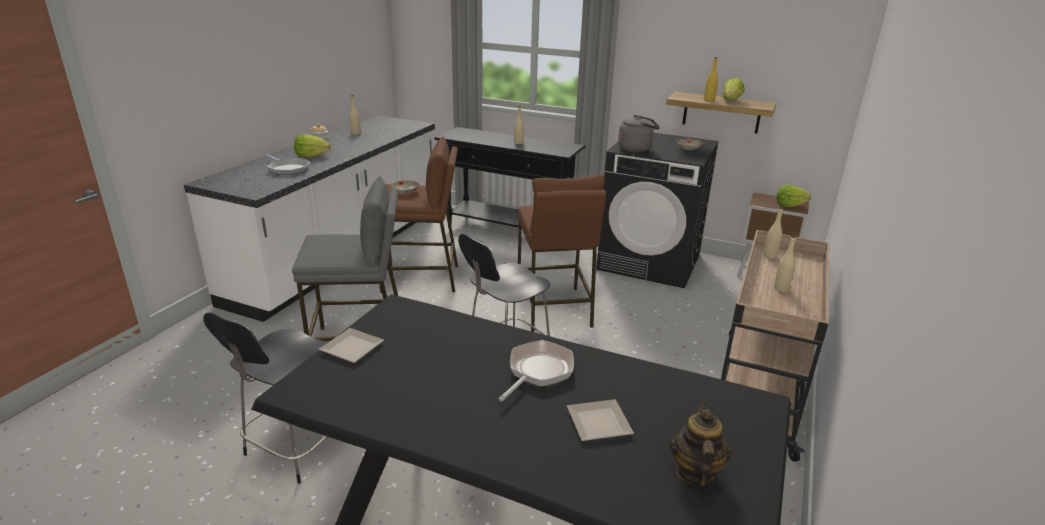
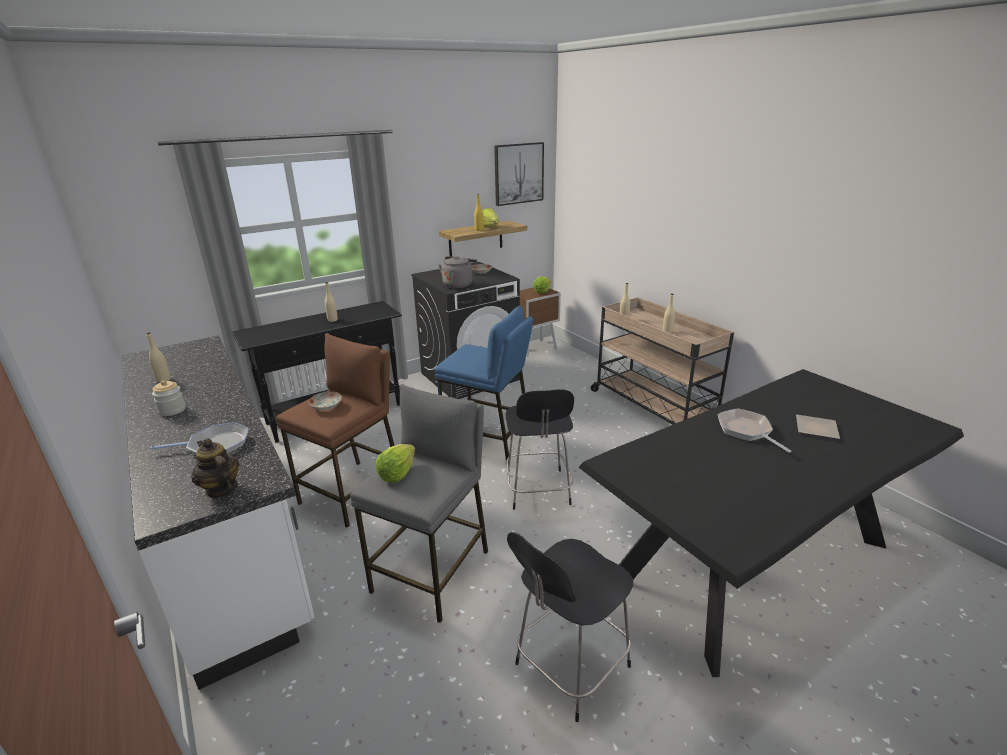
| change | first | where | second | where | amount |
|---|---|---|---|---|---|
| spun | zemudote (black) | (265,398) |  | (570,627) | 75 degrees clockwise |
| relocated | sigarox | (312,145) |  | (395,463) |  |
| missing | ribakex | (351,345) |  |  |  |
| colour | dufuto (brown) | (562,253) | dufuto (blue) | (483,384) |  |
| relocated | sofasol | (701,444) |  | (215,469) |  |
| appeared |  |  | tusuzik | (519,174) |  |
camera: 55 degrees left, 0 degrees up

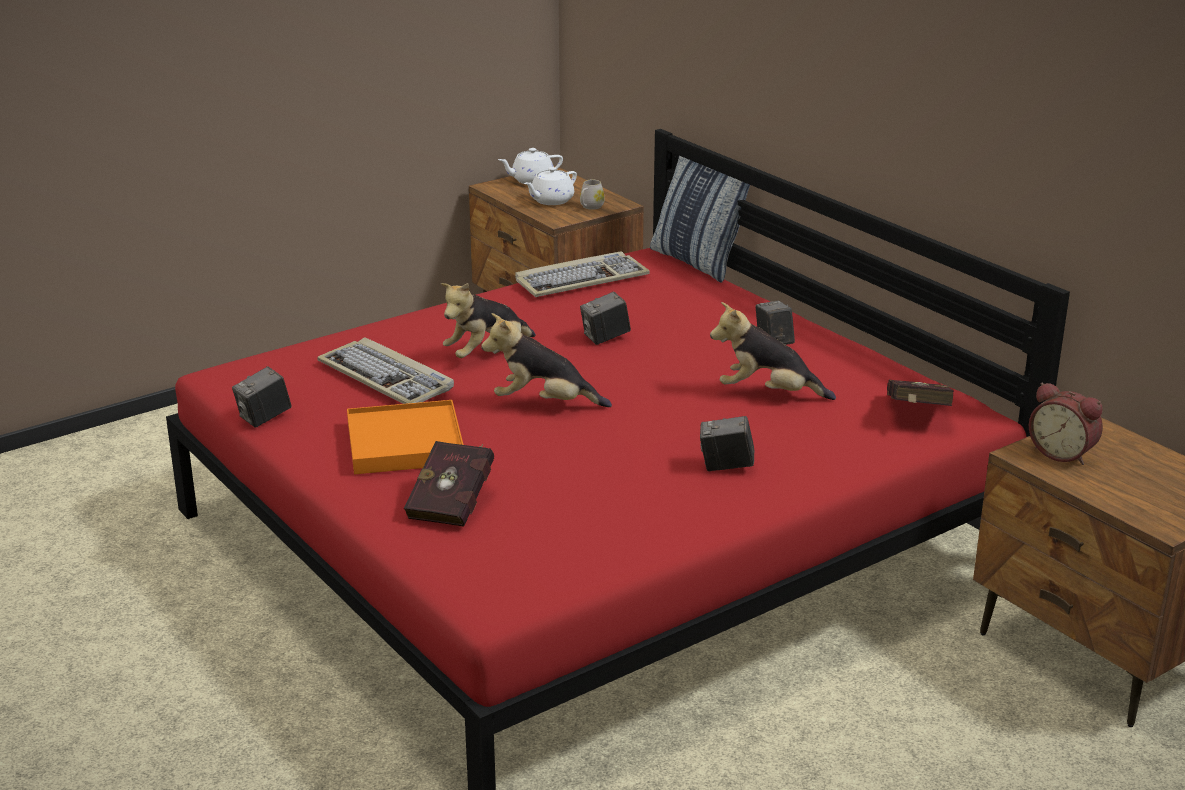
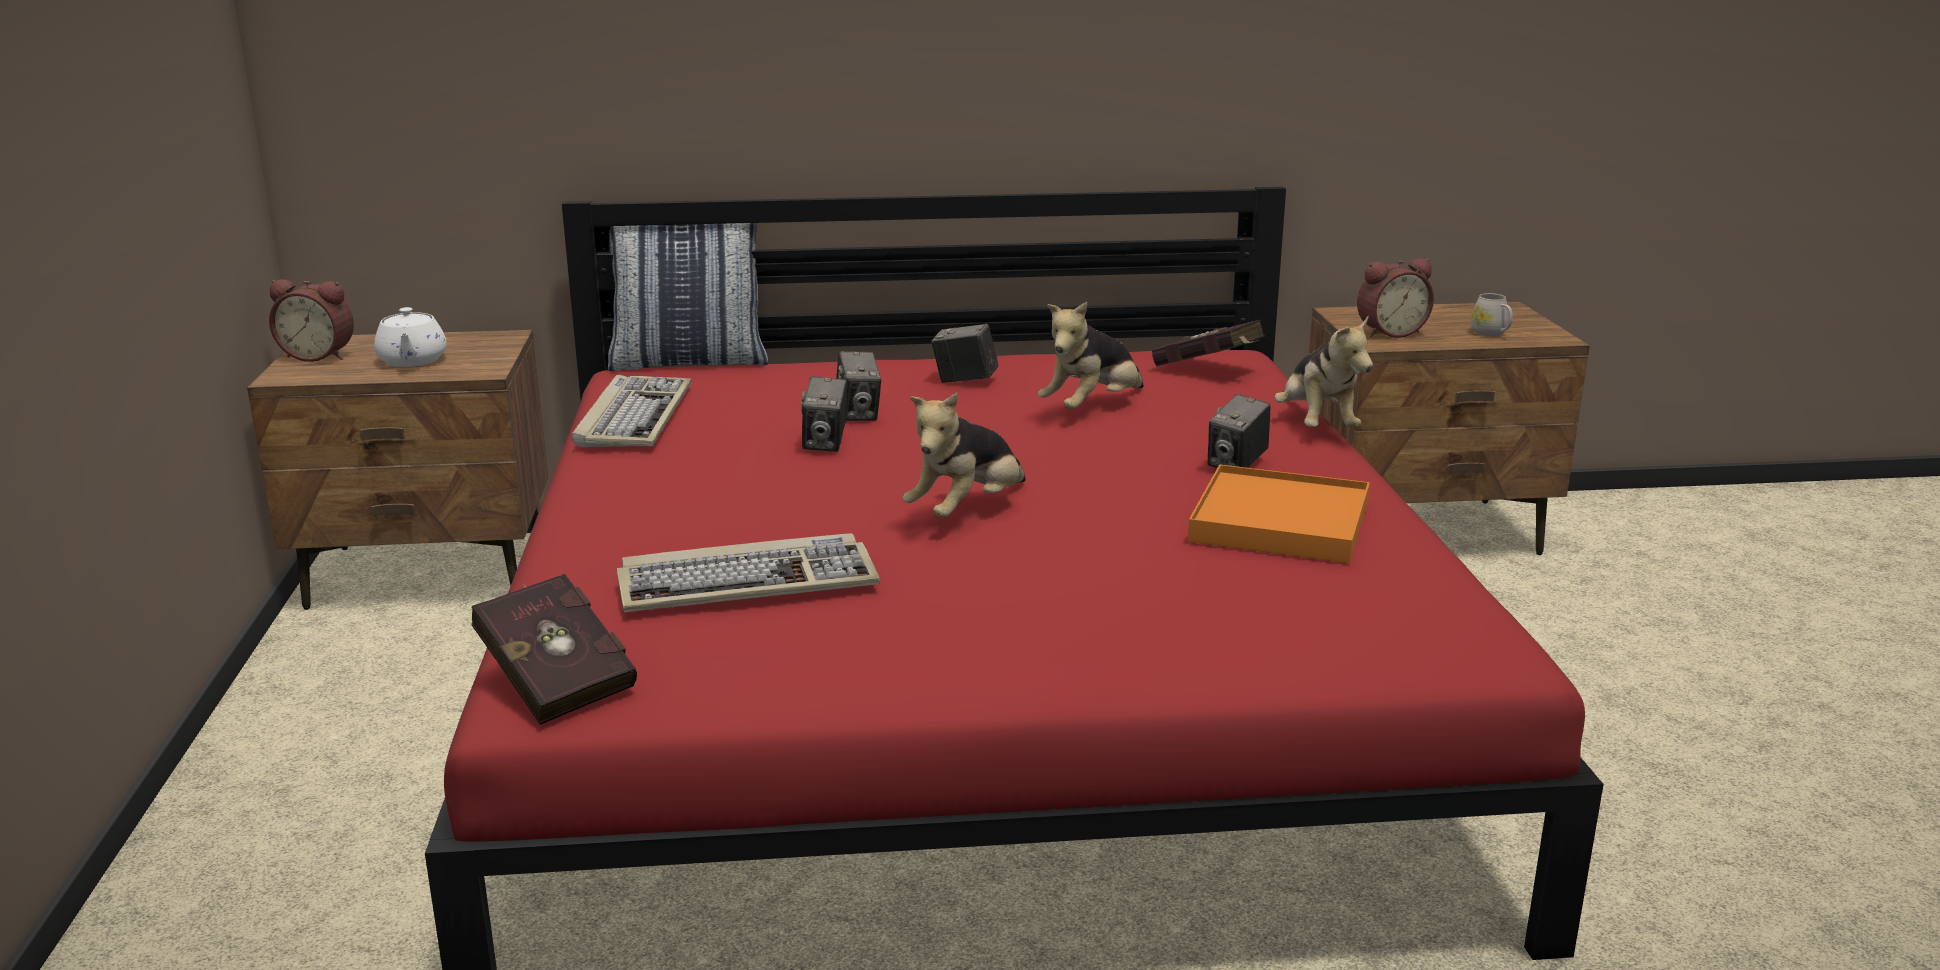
| change | first | where | second | where | amount |
|---|---|---|---|---|---|
| relocated | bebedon | (262,397) |  | (858,386) |  |
| relocated | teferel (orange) | (405,437) |  | (1279,514) |  |
| relocated | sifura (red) | (449,484) |  | (554,649) |  |
| relocated | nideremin | (488,320) |  | (1324,372) |  |
| exchanged | sofasol (white) | (530,166) | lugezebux | (311,320) |  |
| relocated | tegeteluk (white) | (592,195) |  | (1492,314) |  |
camera: 60 degrees left, 5 degrees down

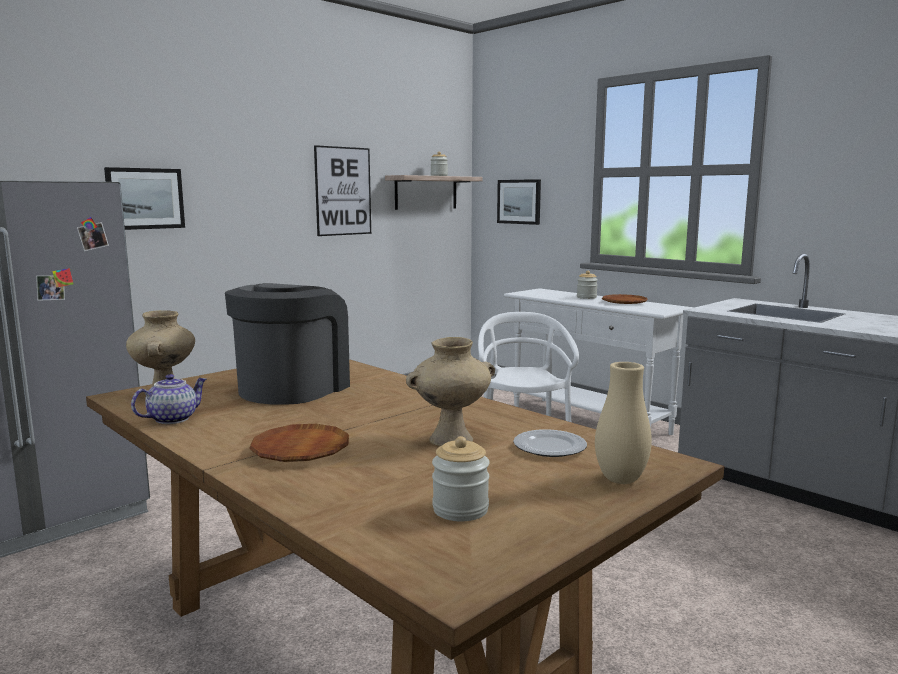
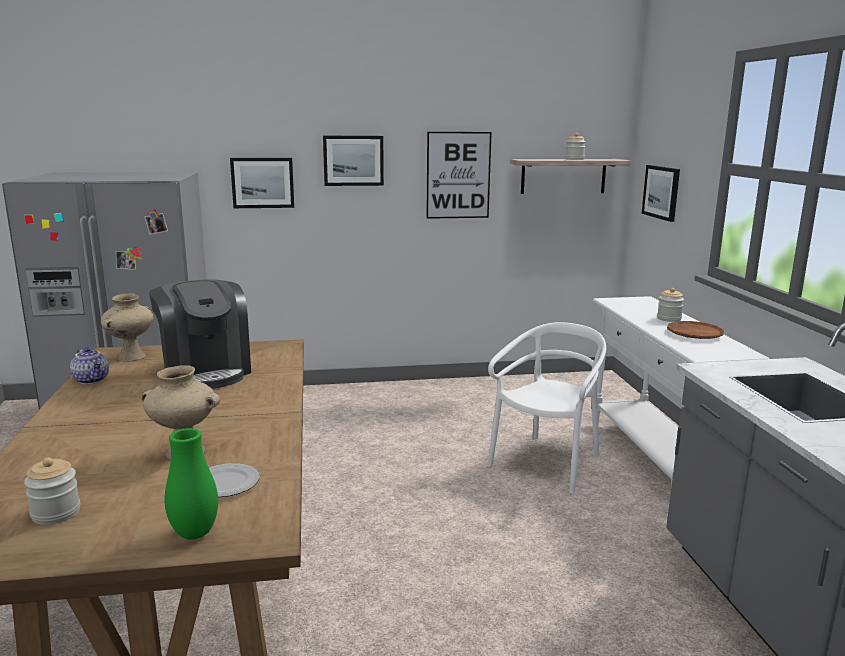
| change | first | where | second | where | amount |
|---|---|---|---|---|---|
| spun | sofasol | (169,399) |  | (89,365) | 60 degrees clockwise |
| spun | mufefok | (287,344) |  | (200,334) | 90 degrees clockwise |
| missing | ribakex (brown) | (299,443) |  |  |  |
| colour | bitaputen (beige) | (623,423) | bitaputen (green) | (191,484) |  |
| appeared |  |  | tusuzik | (353,161) |  |
camera: 35 degrees right, 5 degrees up

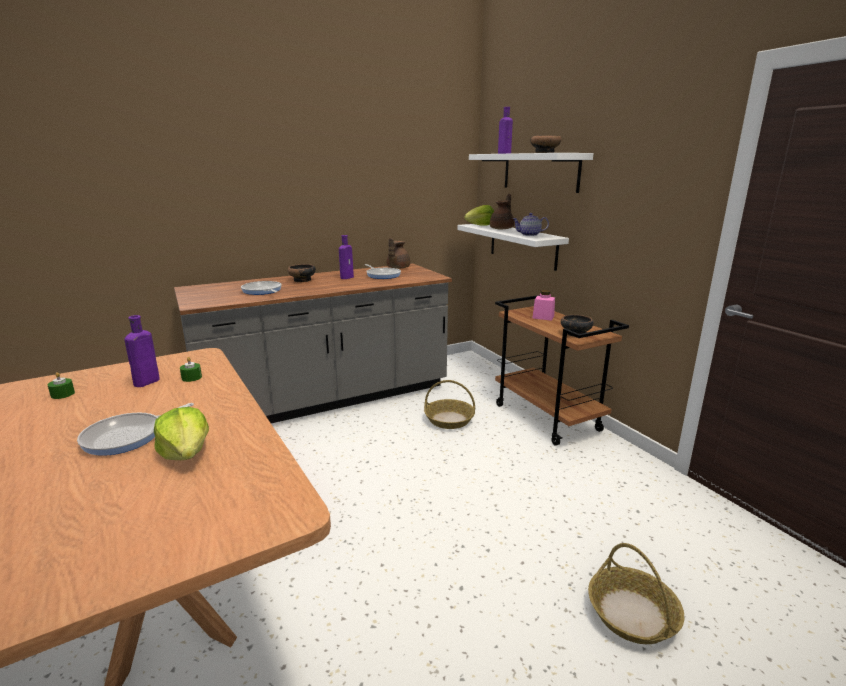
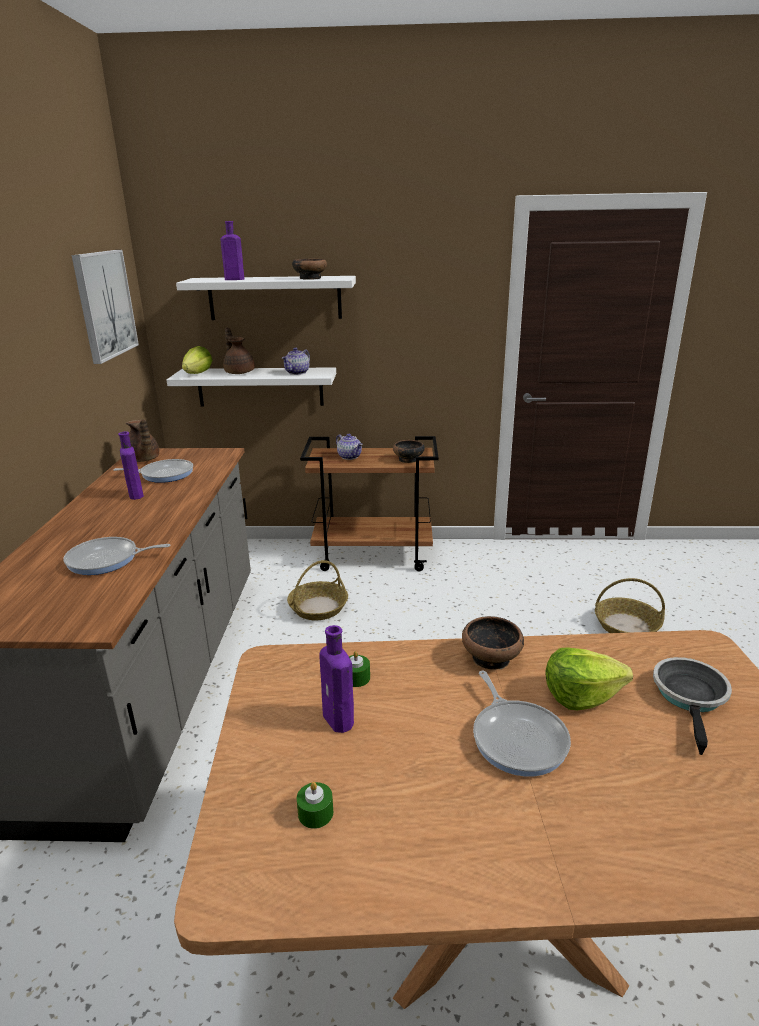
| change | first | where | second | where | amount |
|---|---|---|---|---|---|
| relocated | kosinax | (302,273) |  | (493,643) |  |
| exchanged | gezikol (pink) | (543,305) | sofasol | (349,447) |  |
| appeared |  |  | tusuzik | (105,307) |  |
| appeared |  |  | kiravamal | (692,706) |  |
camera: 60 degrees left, 5 degrees up

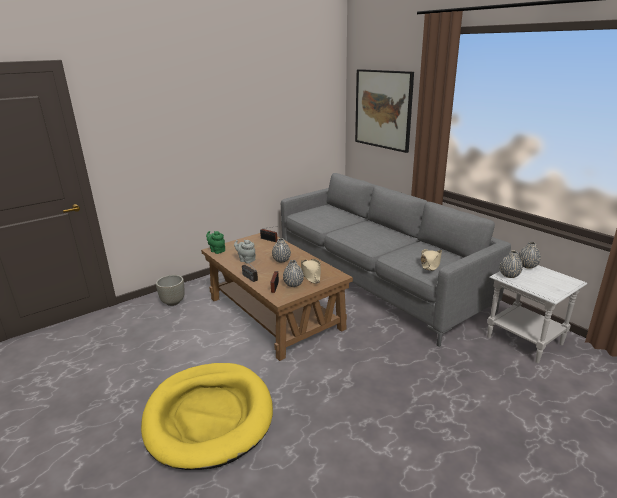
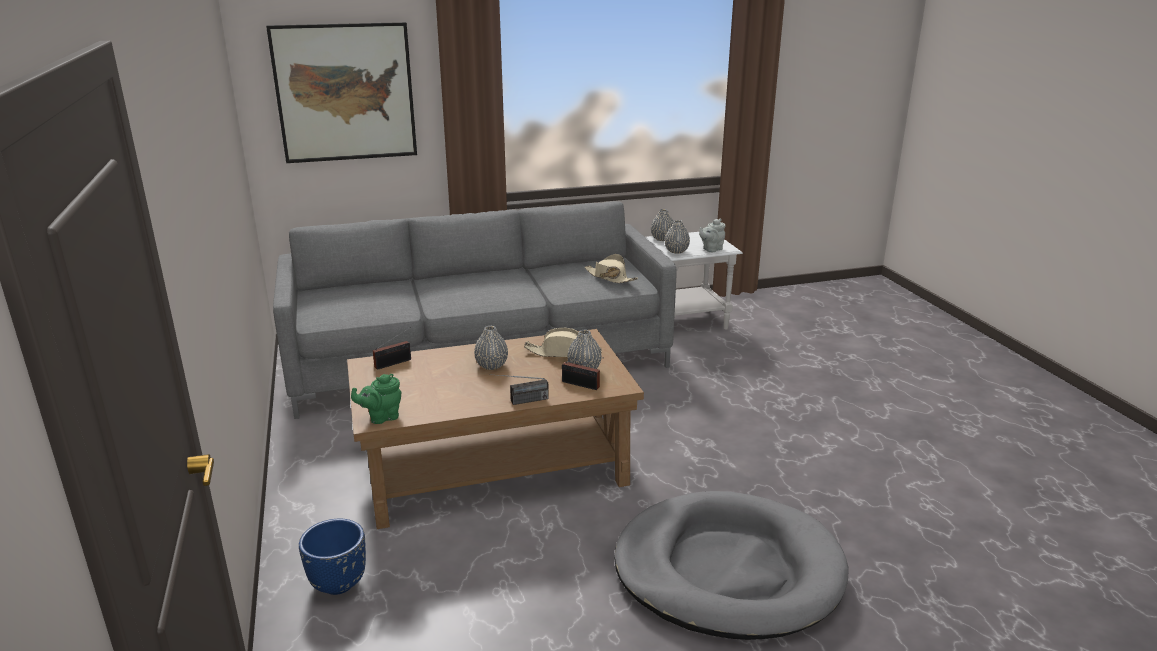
| change | first | where | second | where | amount |
|---|---|---|---|---|---|
| colour | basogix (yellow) | (207,416) | basogix (grey) | (731,565) |  |
| colour | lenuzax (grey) | (170,290) | lenuzax (blue) | (332,557) |  |
| relocated | sofasol (grey) | (245,252) |  | (712,235) |  |
camera: 70 degrees left, 0 degrees up

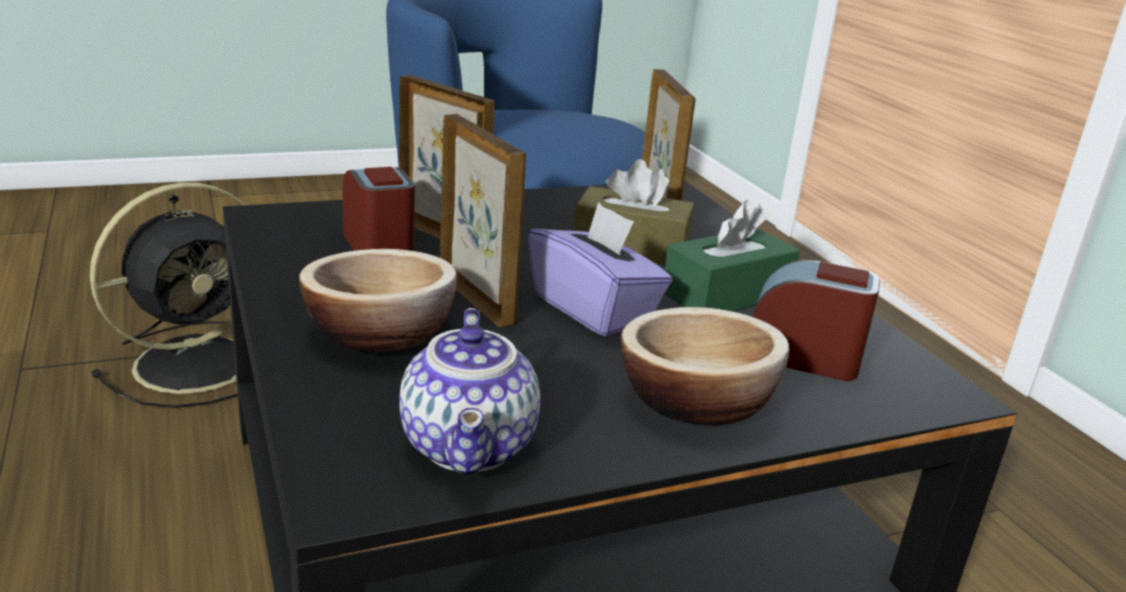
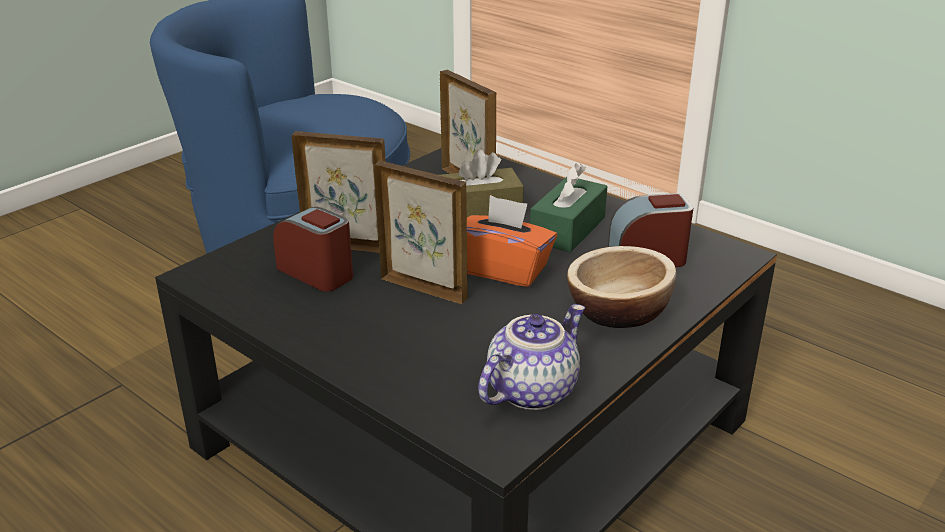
| change | first | where | second | where | amount |
|---|---|---|---|---|---|
| missing | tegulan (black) | (168,295) |  |  |  |
| missing | kosinax | (378,300) |  |  |  |
| spun | sofasol | (469,391) |  | (531,357) | 105 degrees counterclockwise |
| colour | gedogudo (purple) | (600,269) | gedogudo (orange) | (512,241) |  |
camera: 25 degrees left, 5 degrees up

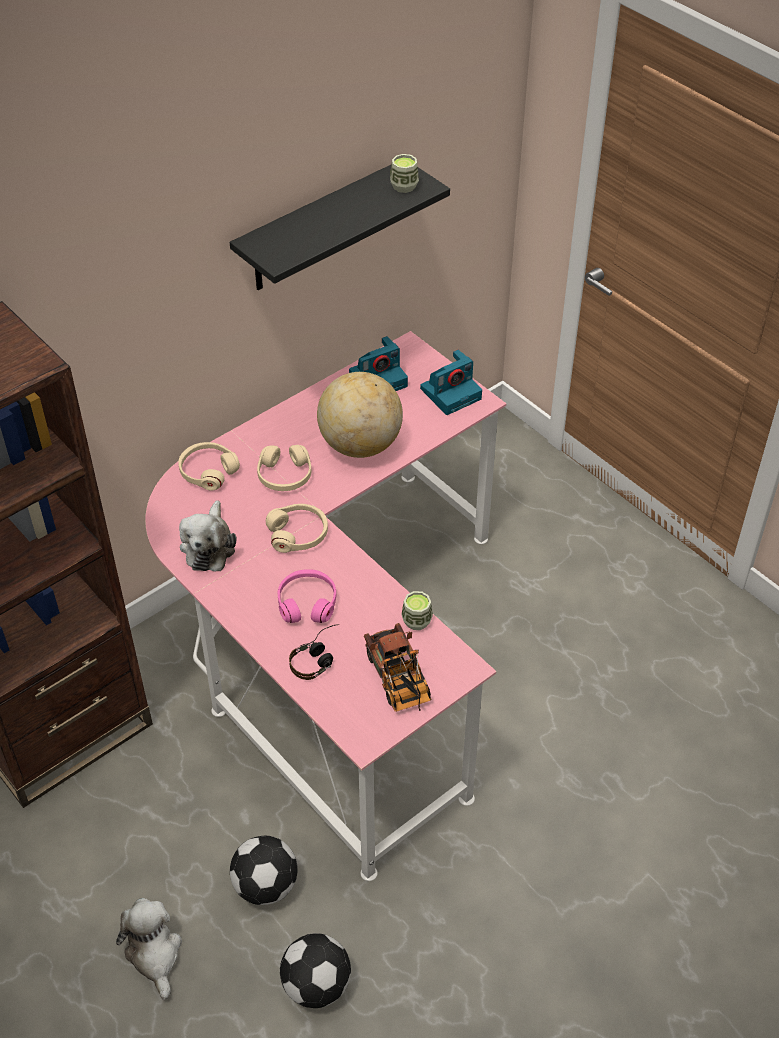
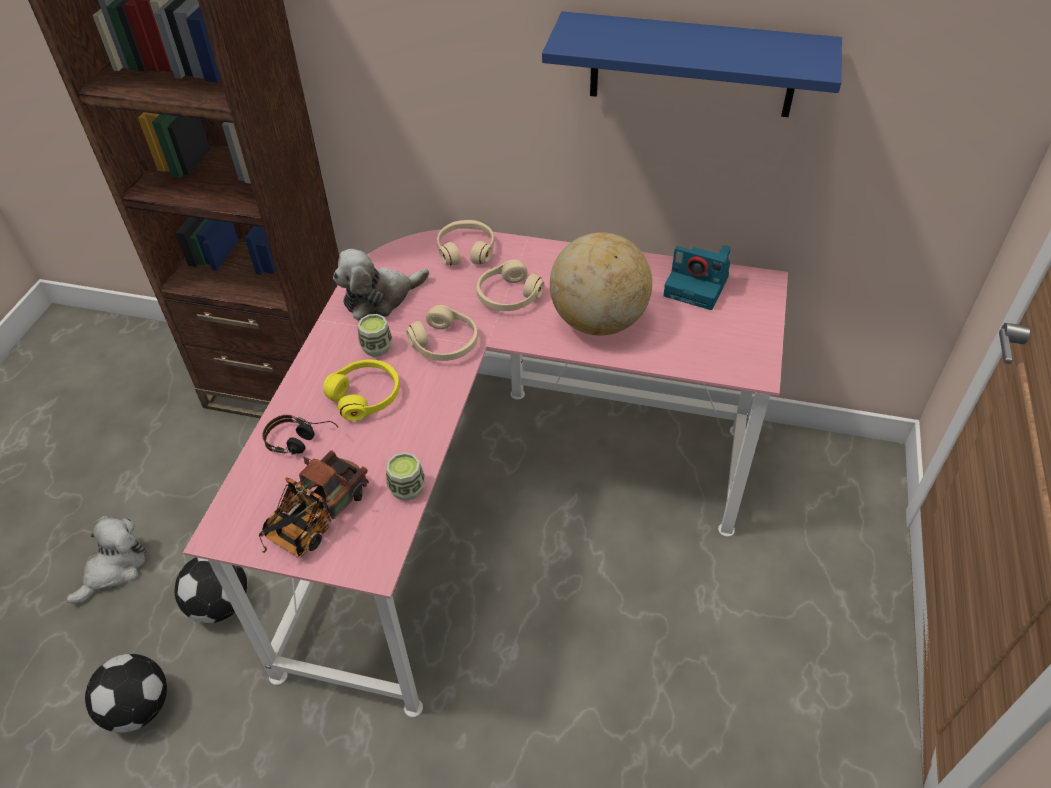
| change | first | where | second | where | amount |
|---|---|---|---|---|---|
| colour | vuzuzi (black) | (340,227) | vuzuzi (blue) | (692,64) |  |
| colour | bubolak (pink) | (307,596) | bubolak (yellow) | (361,390) |  |
| relocated | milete | (404,173) |  | (375,335) |  |
| missing | bebedon | (451,382) |  |  |  |
camera: 55 degrees right, 0 degrees up

